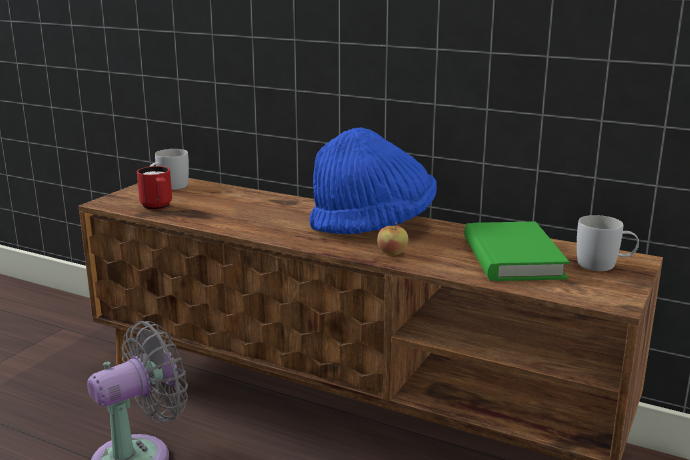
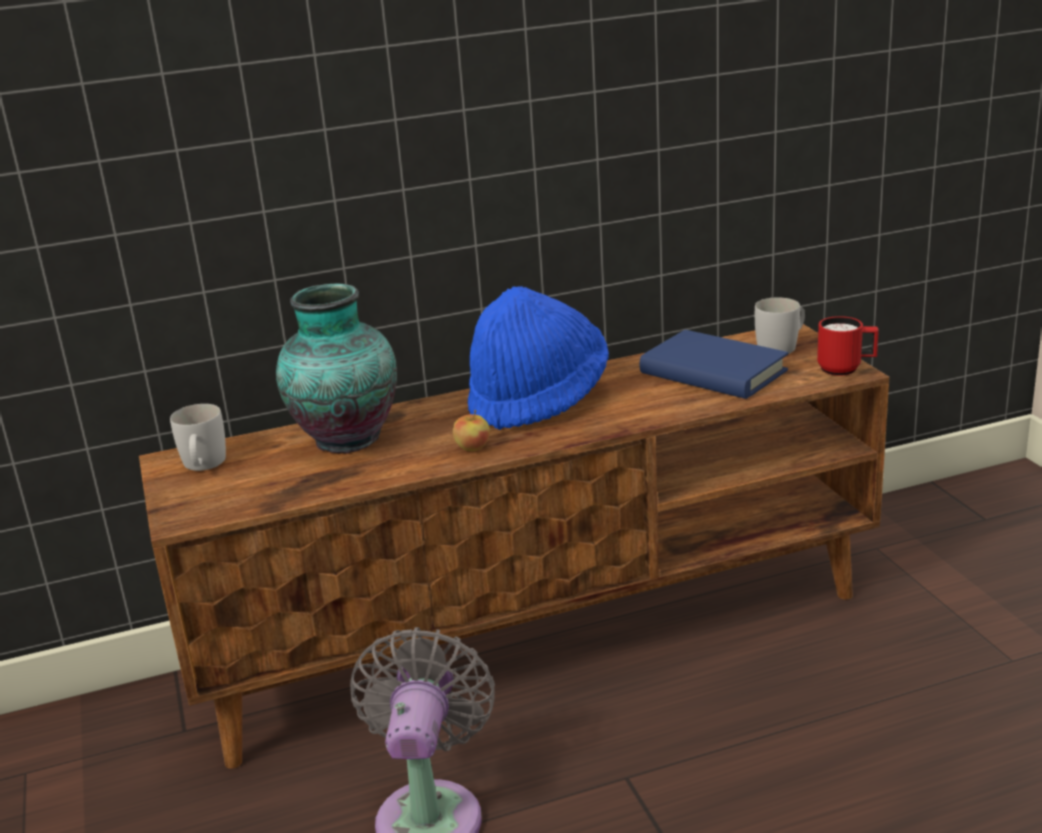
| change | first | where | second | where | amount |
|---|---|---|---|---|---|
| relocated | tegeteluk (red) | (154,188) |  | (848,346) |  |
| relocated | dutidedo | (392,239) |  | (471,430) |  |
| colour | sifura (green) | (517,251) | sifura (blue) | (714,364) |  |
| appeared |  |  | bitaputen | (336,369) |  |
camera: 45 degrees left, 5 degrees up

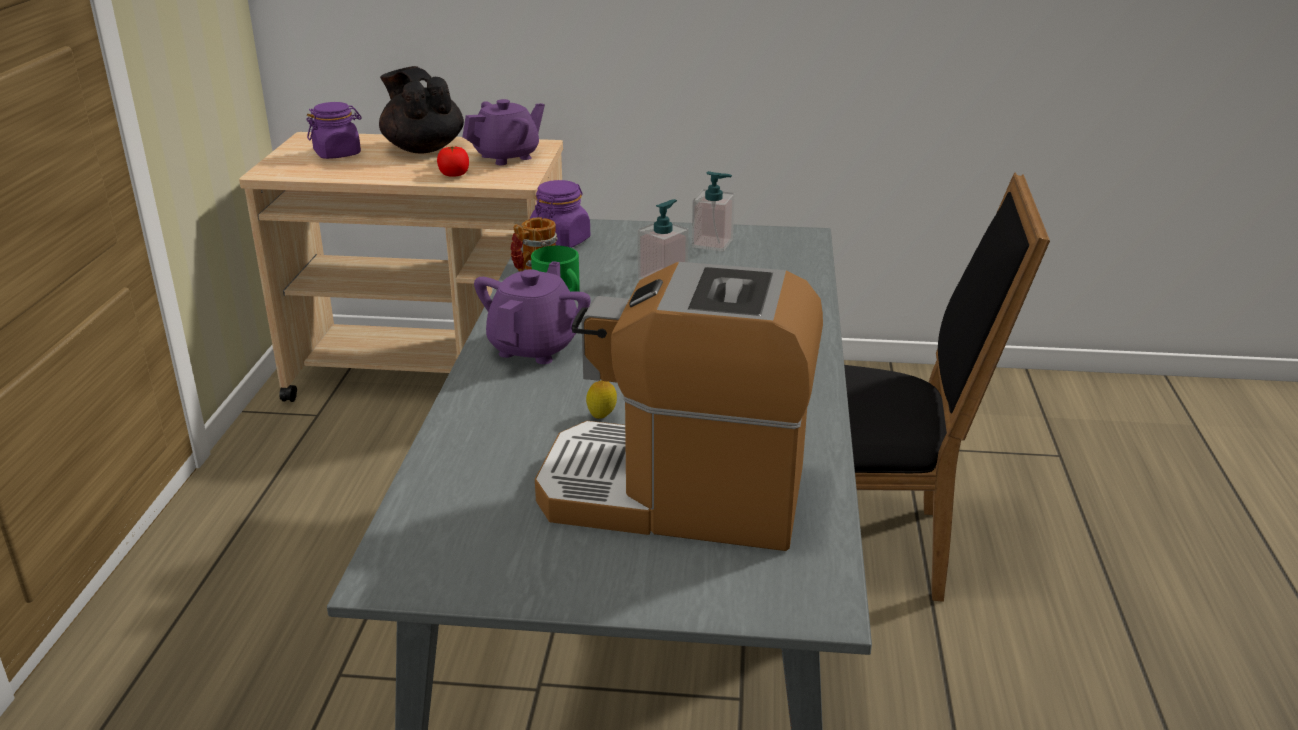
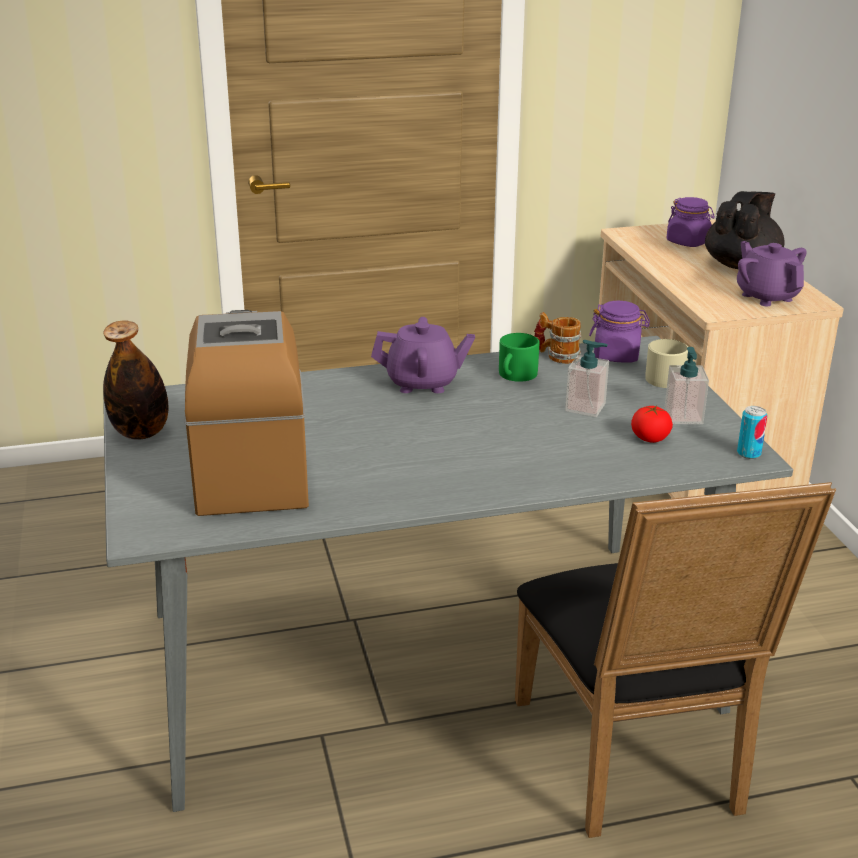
| change | first | where | second | where | amount |
|---|---|---|---|---|---|
| relocated | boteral | (453,161) |  | (652,424) |  |
| spun | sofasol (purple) | (503,132) |  | (772,273) | 150 degrees counterclockwise |
| missing | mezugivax | (601,399) |  |  |  |
| appeared |  |  | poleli | (135,380) |  |
| appeared |  |  | tegeteluk (beige) | (666,363) |  |
| appeared |  |  | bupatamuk | (752,432) |  |
camera: 70 degrees right, 0 degrees up

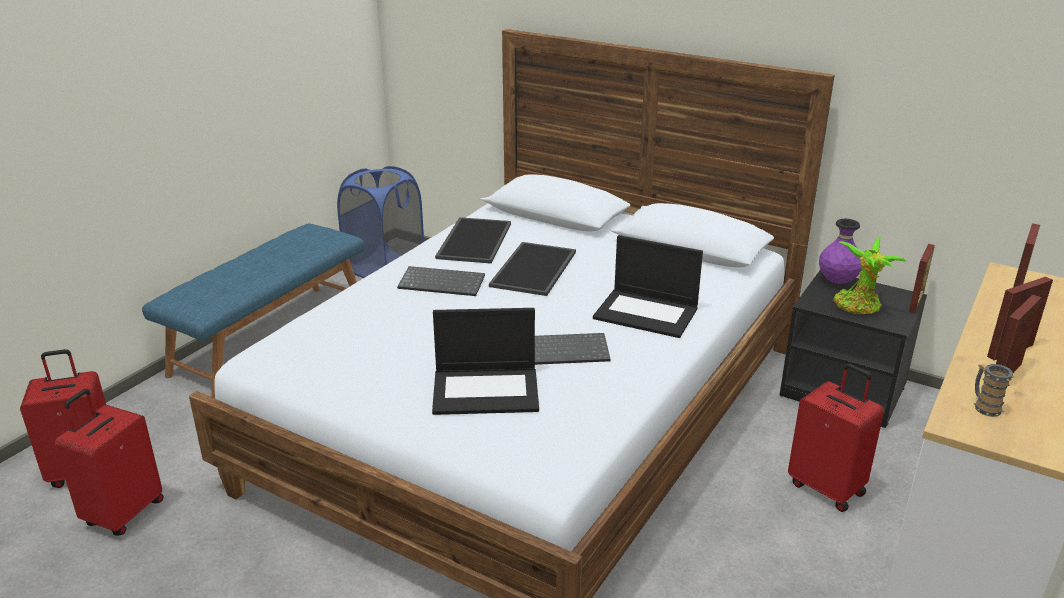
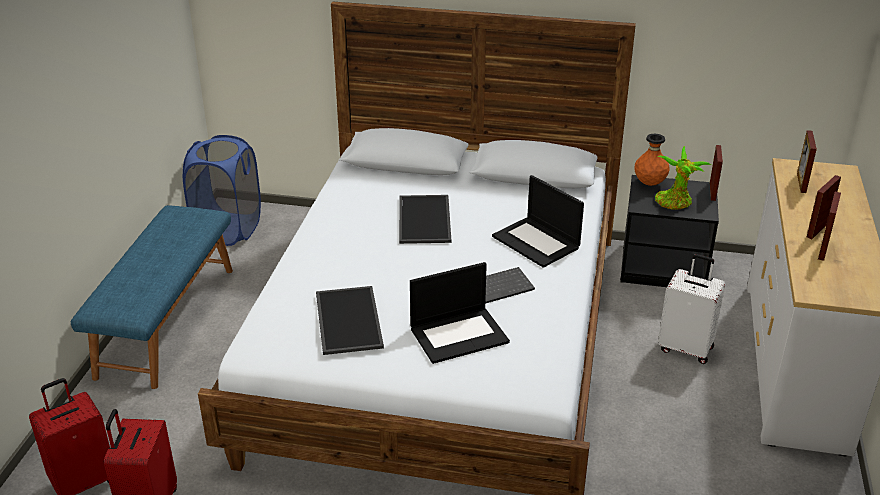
| change | first | where | second | where | amount |
|---|---|---|---|---|---|
| missing | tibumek | (441,281) |  |  |  |
| relocated | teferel | (473,240) |  | (350,320) |  |
| spun | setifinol | (648,286) |  | (538,221) | 45 degrees clockwise |
| colour | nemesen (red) | (836,438) | nemesen (white) | (692,309) |  |
| colour | bitaputen (purple) | (840,251) | bitaputen (orange) | (652,160) |  |
| missing | tegeteluk | (993,390) |  |  |  |
camera: 20 degrees left, 5 degrees up

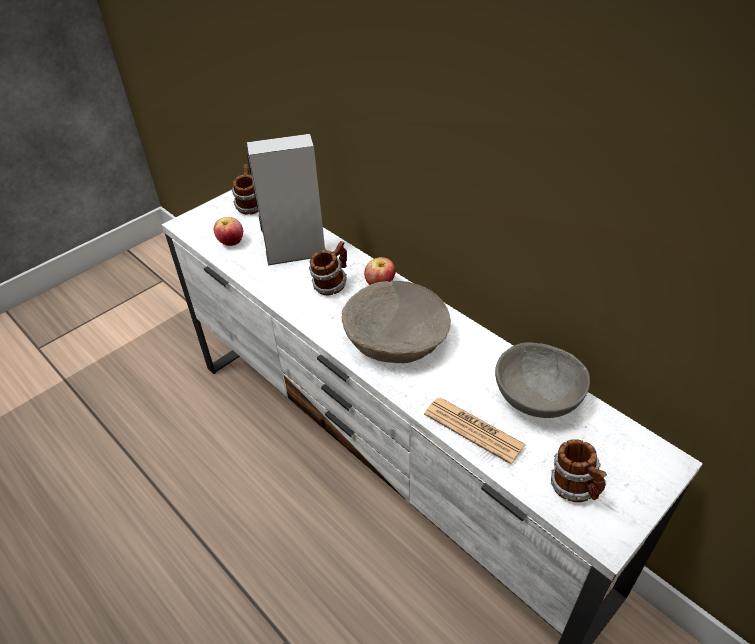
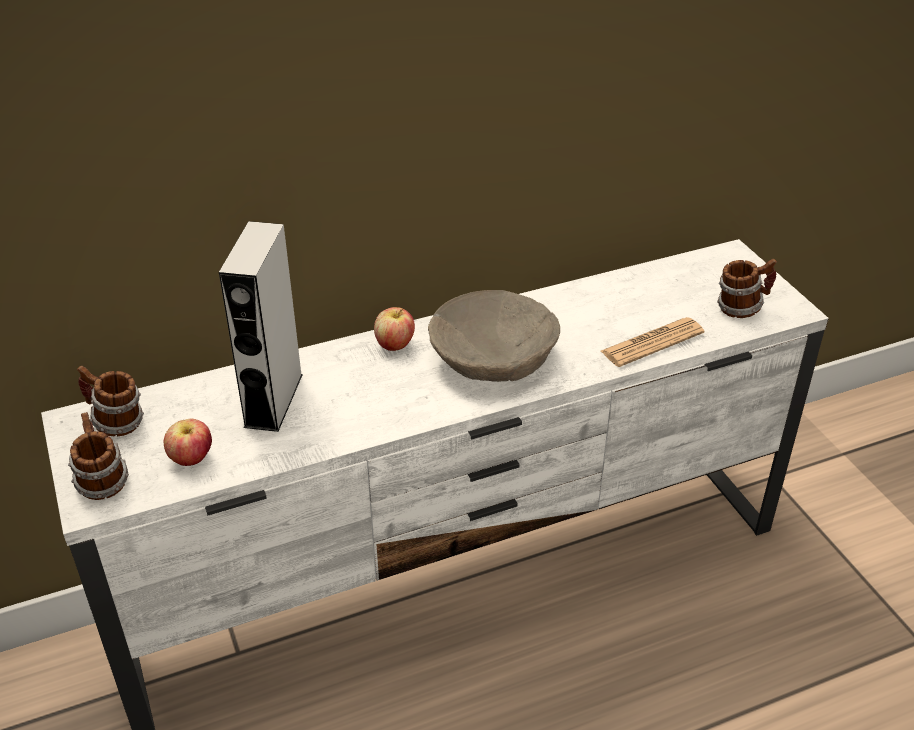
| change | first | where | second | where | amount |
|---|---|---|---|---|---|
| relocated | tegeteluk | (328,268) |  | (98,456) |  |
| missing | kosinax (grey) | (542,380) |  |  |  |
camera: 70 degrees left, 5 degrees down

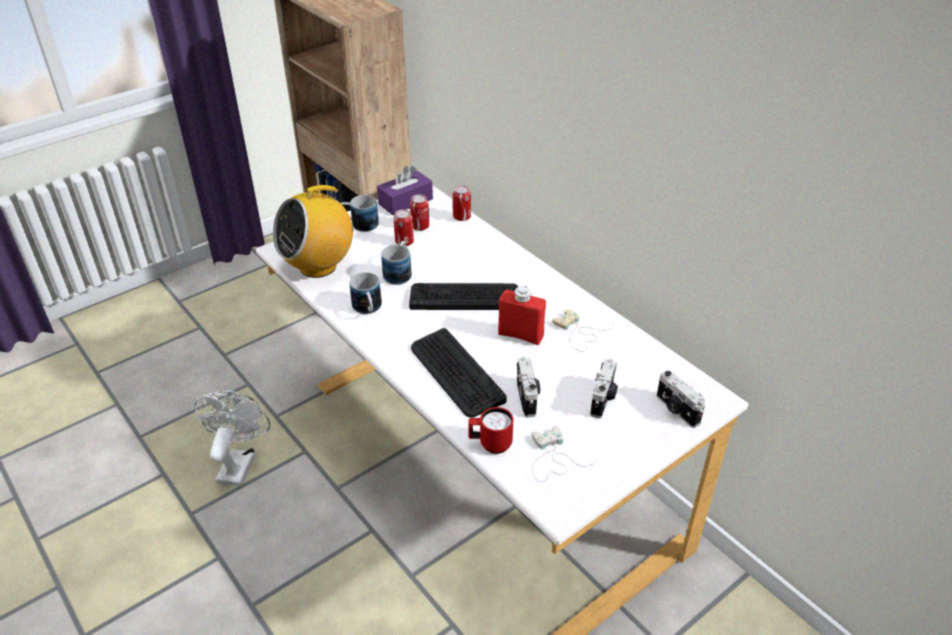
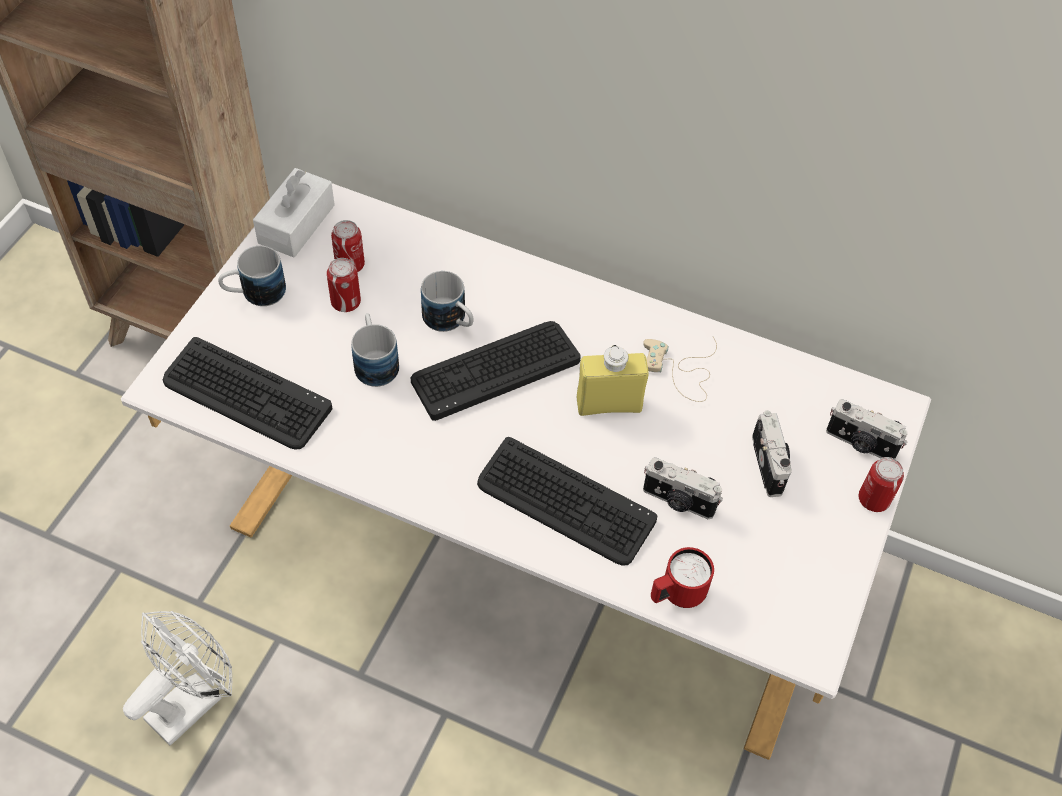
| change | first | where | second | where | amount |
|---|---|---|---|---|---|
| spun | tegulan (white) | (232,438) |  | (177,678) | 60 degrees clockwise |
| exchanged | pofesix | (313,230) | tibumek | (247,393) |  |
| relocated | tegeteluk | (366,293) |  | (447,301) |  |
| colour | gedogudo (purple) | (405,190) | gedogudo (white) | (294,213) |  |
| relocated | bupatamuk | (462,203) |  | (881,484) |  |
| colour | poleli (red) | (522,315) | poleli (yellow) | (613,380) |  |
| spun | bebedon | (528,386) |  | (683,488) | 150 degrees clockwise |
| missing | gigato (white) | (565,454) |  |  |  |
camera: 30 degrees left, 15 degrees up

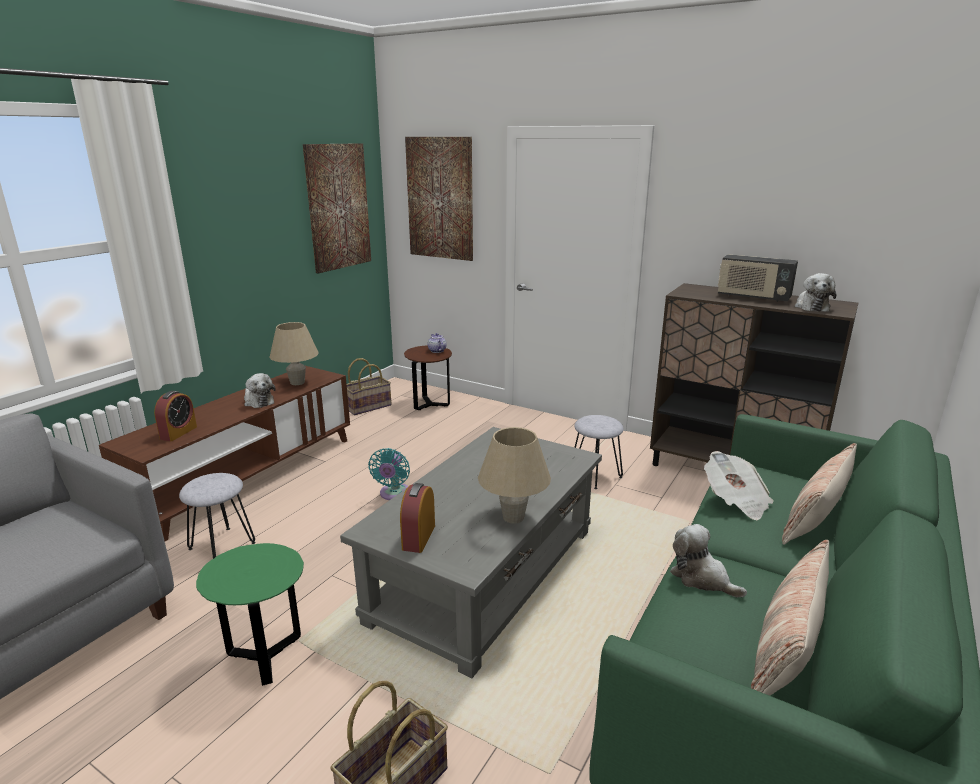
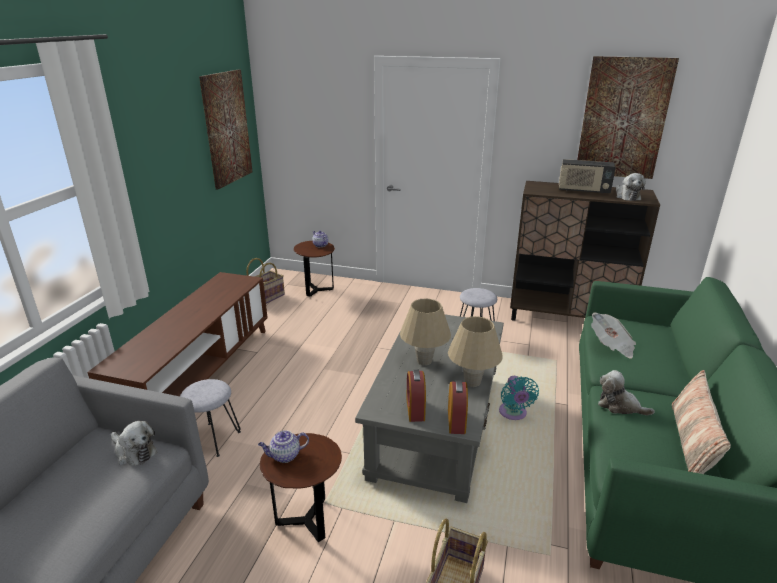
| change | first | where | second | where | amount |
|---|---|---|---|---|---|
| relocated | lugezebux | (175,416) |  | (458,407) |  |
| colour | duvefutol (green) | (250,614) | duvefutol (brown) | (301,487) |  |
| relocated | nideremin | (260,390) |  | (134,443) |  |
| relocated | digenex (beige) | (293,353) |  | (425,332) |  |
| relocated | tegulan (turquoise) | (389,474) |  | (519,398) |  |
| relocated | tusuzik | (439,199) |  | (628,117) |  |
| missing | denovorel | (819,494) |  |  |  |
| appeared |  |  | sofasol | (283,446) |  |
camera: 15 degrees left, 5 degrees up

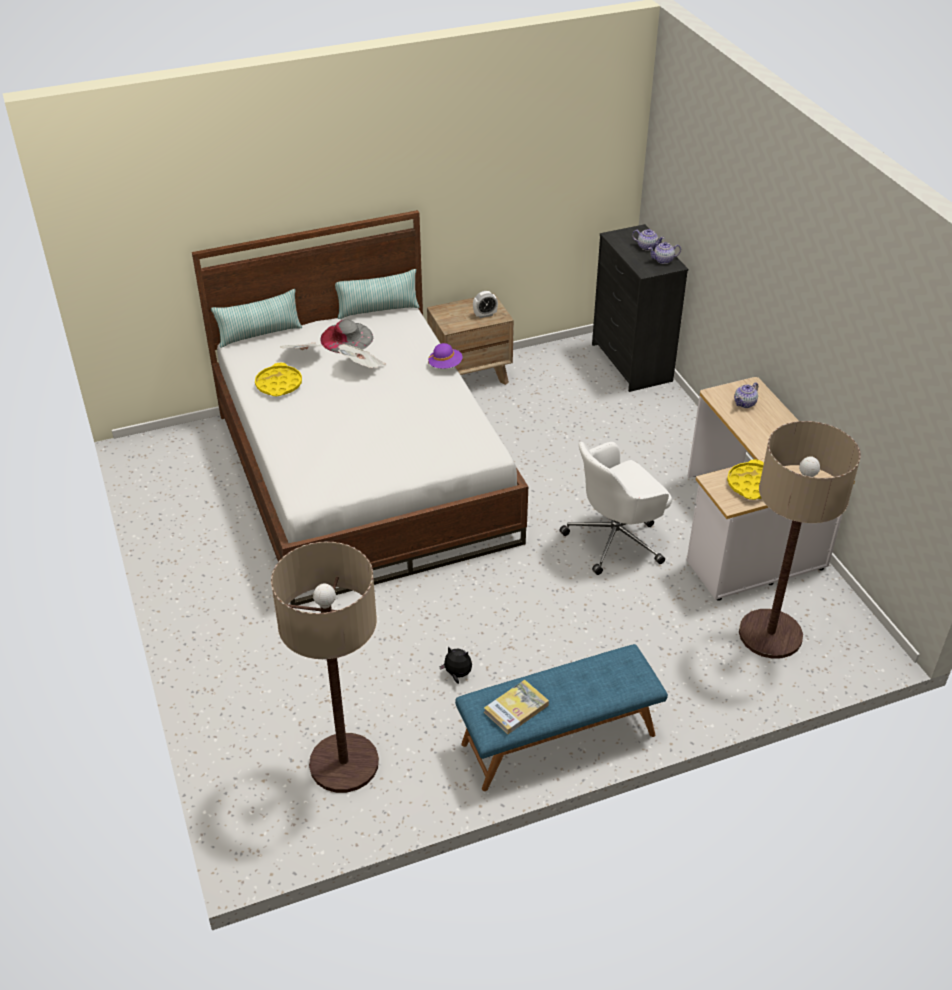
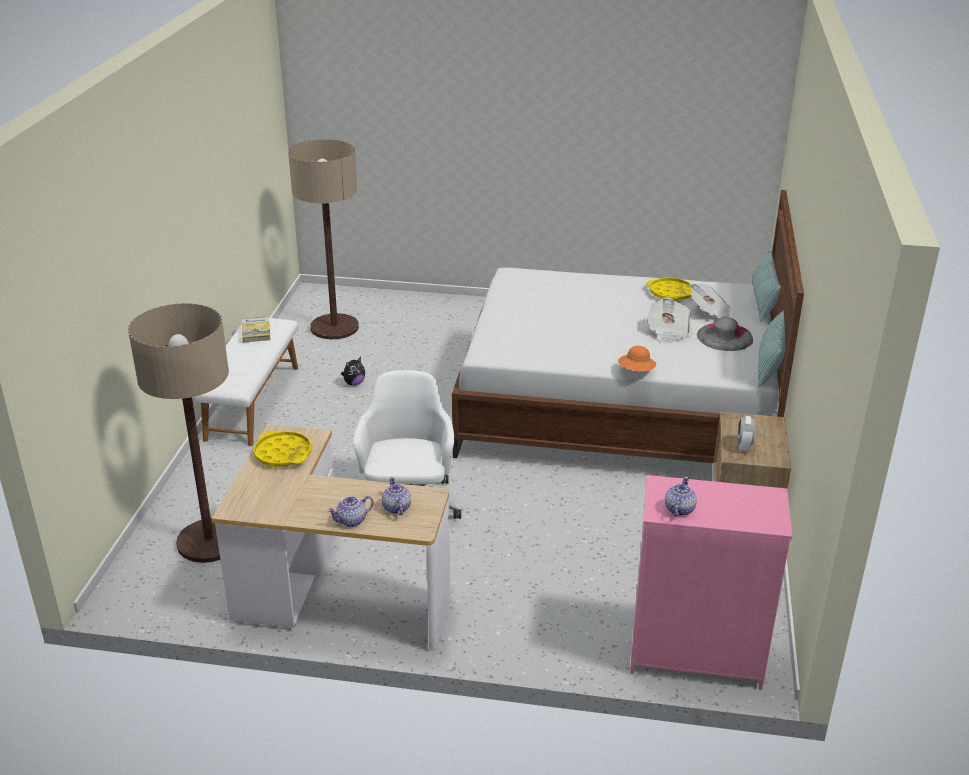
| change | first | where | second | where | amount |
|---|---|---|---|---|---|
| colour | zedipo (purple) | (445,356) | zedipo (orange) | (637,359) |  |
| colour | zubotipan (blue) | (561,717) | zubotipan (white) | (245,382) |  |
| colour | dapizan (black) | (640,308) | dapizan (pink) | (711,582) |  |
| relocated | sofasol | (648,240) |  | (351,511) |  |
camera: 120 degrees right, 10 degrees down

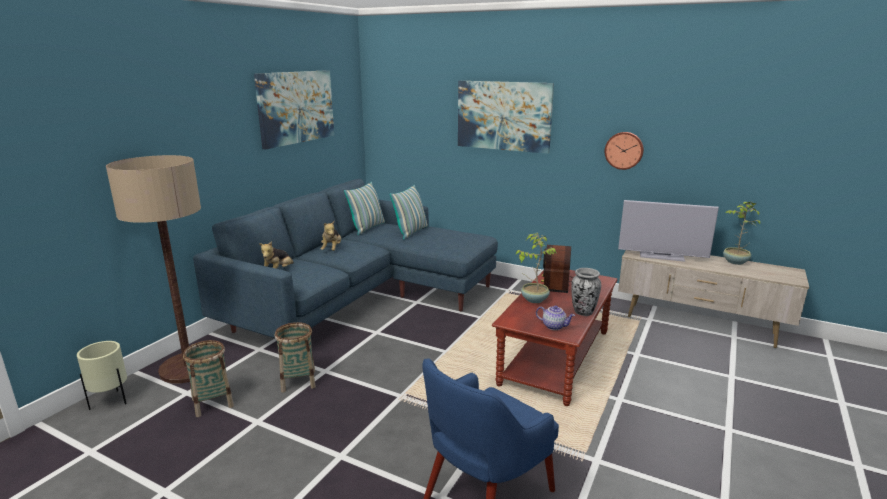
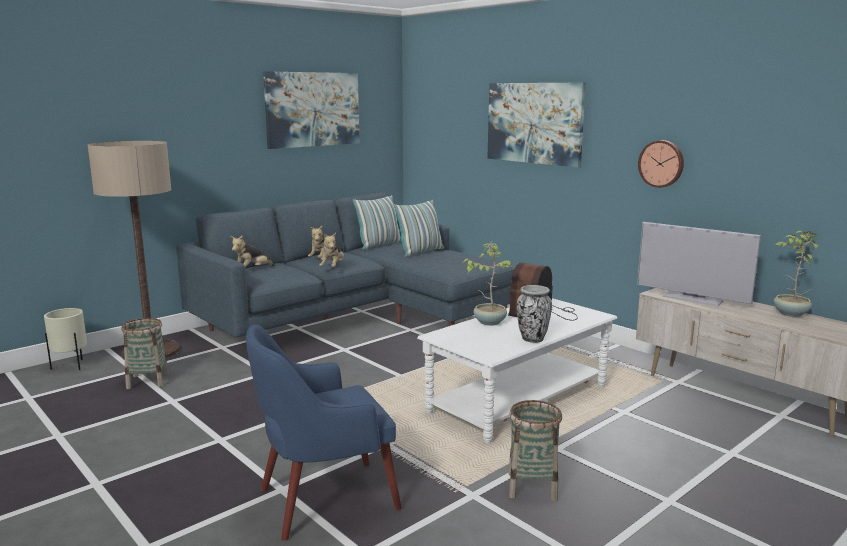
| change | first | where | second | where | amount |
|---|---|---|---|---|---|
| relocated | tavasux | (295,357) |  | (535,450) |  |
| colour | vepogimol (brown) | (554,338) | vepogimol (white) | (517,370) |  |
| missing | sofasol | (555,317) |  |  |  |
| appeared |  |  | nideremin | (331,249) |  |
camera: 20 degrees right, 5 degrees down

